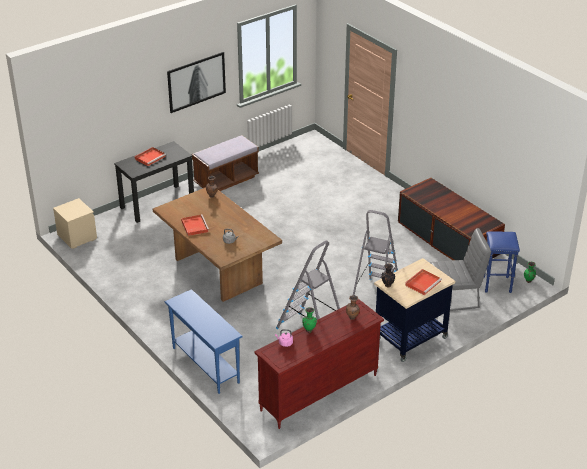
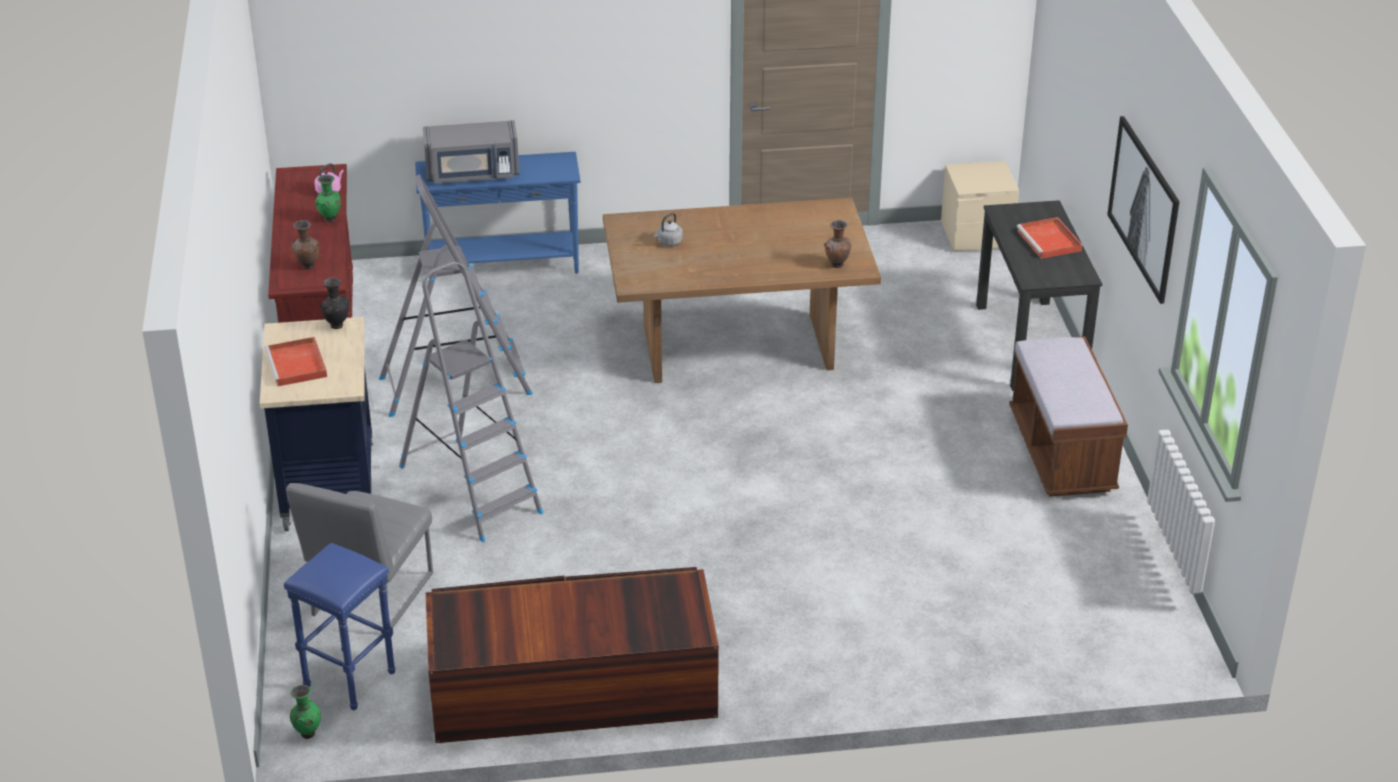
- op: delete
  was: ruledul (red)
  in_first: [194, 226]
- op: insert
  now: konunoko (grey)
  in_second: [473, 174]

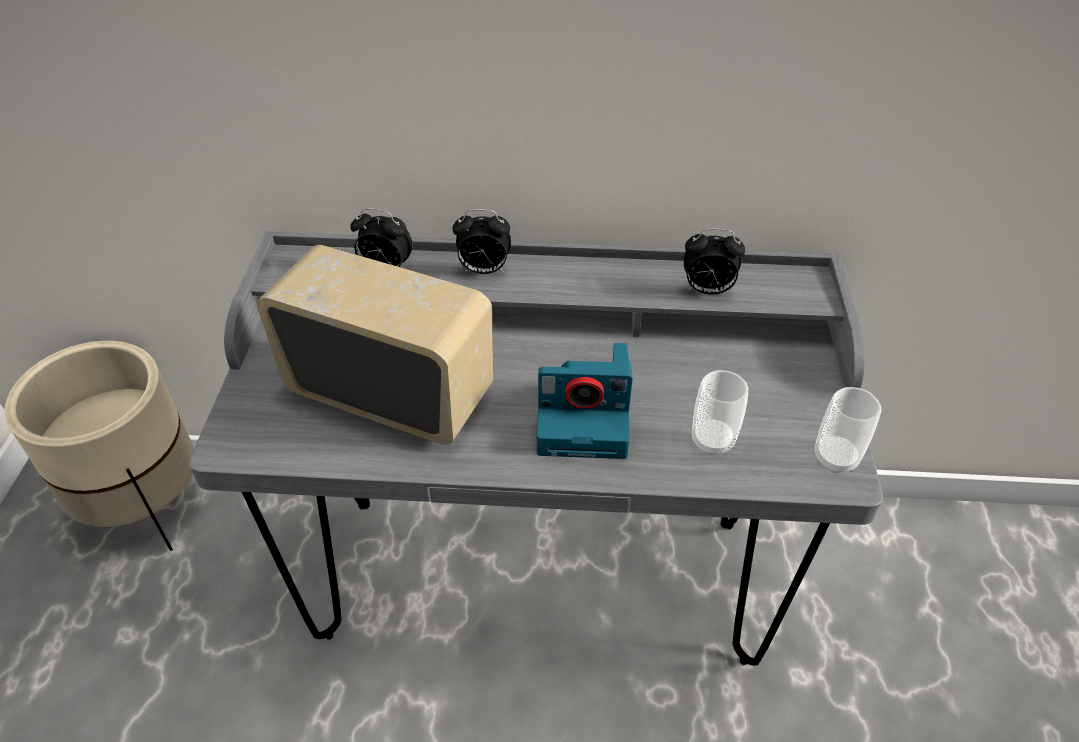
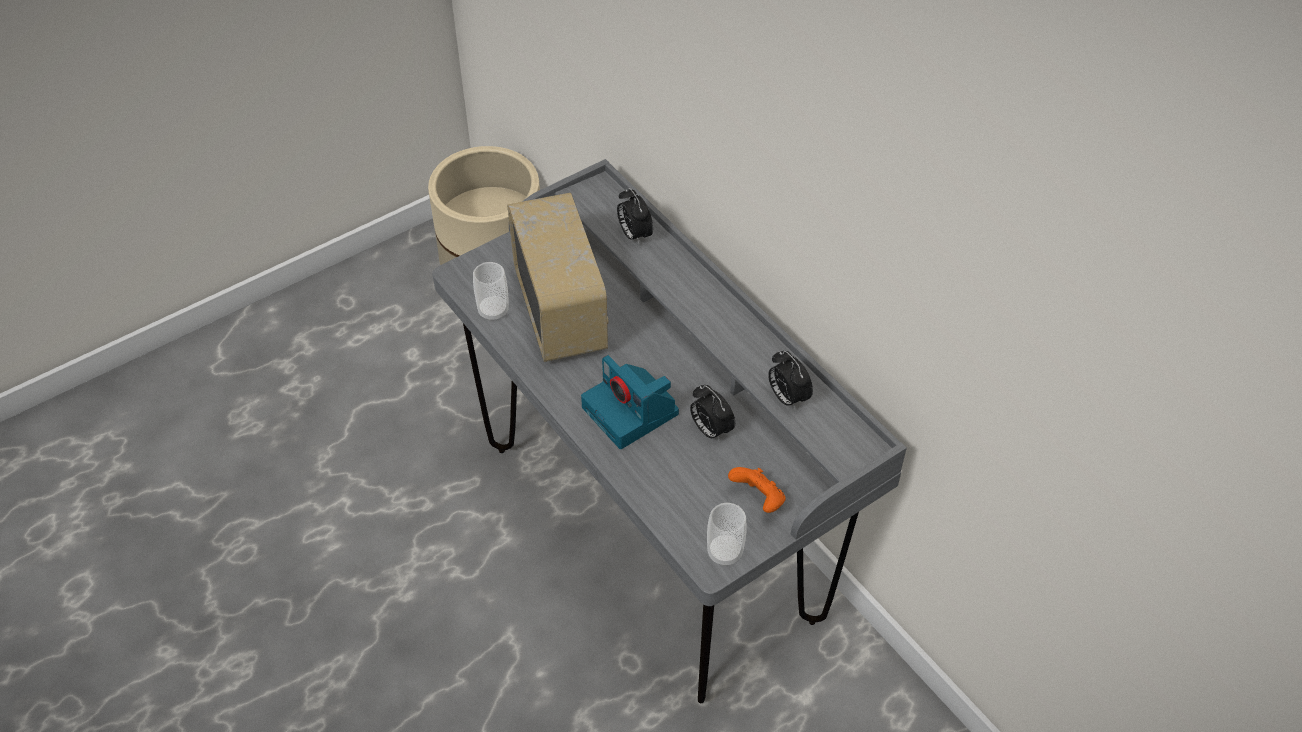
- op: insert
  now: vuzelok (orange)
  in_second: [758, 499]
- op: move
  was: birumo
  in_first: [483, 270]
  in_second: [710, 430]
- op: move
  was: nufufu
  in_first: [712, 441]
  in_second: [493, 311]

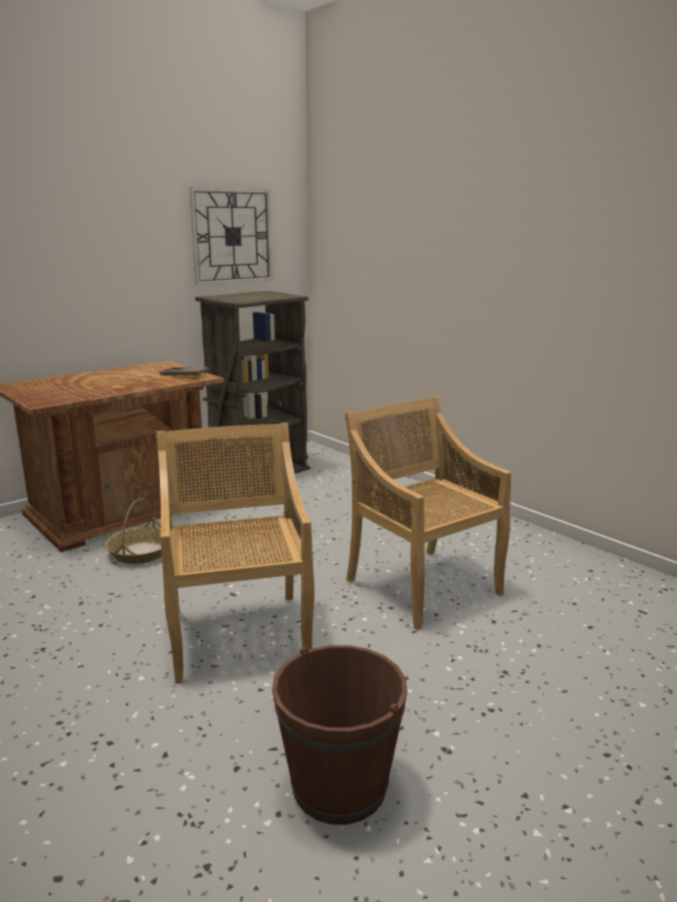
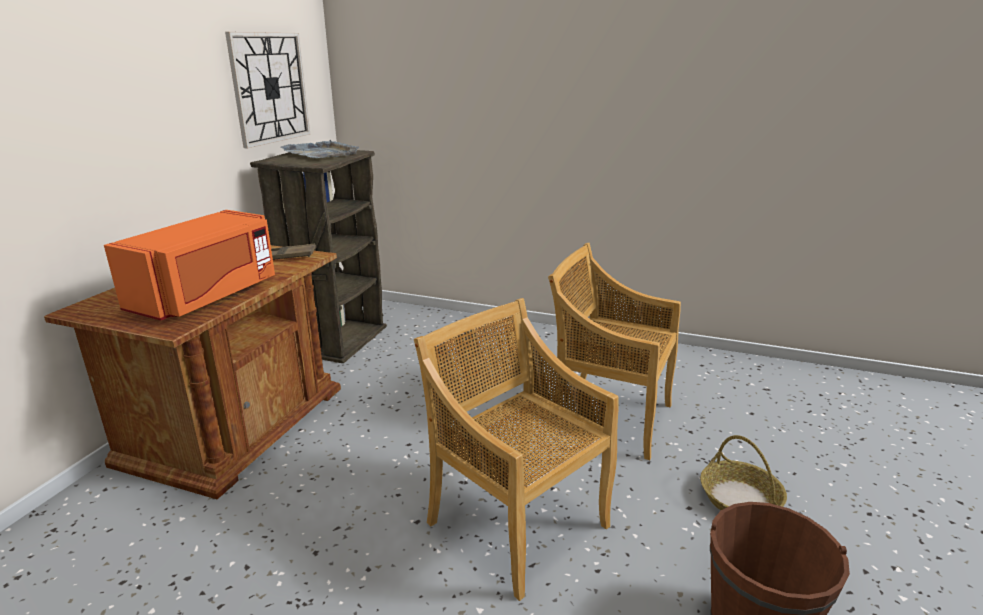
- op: insert
  now: konunoko (orange)
  in_second: [207, 296]
- op: insert
  now: ruledul (grey)
  in_second: [322, 153]
- op: move
  was: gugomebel
  in_first: [140, 552]
  in_second: [739, 498]

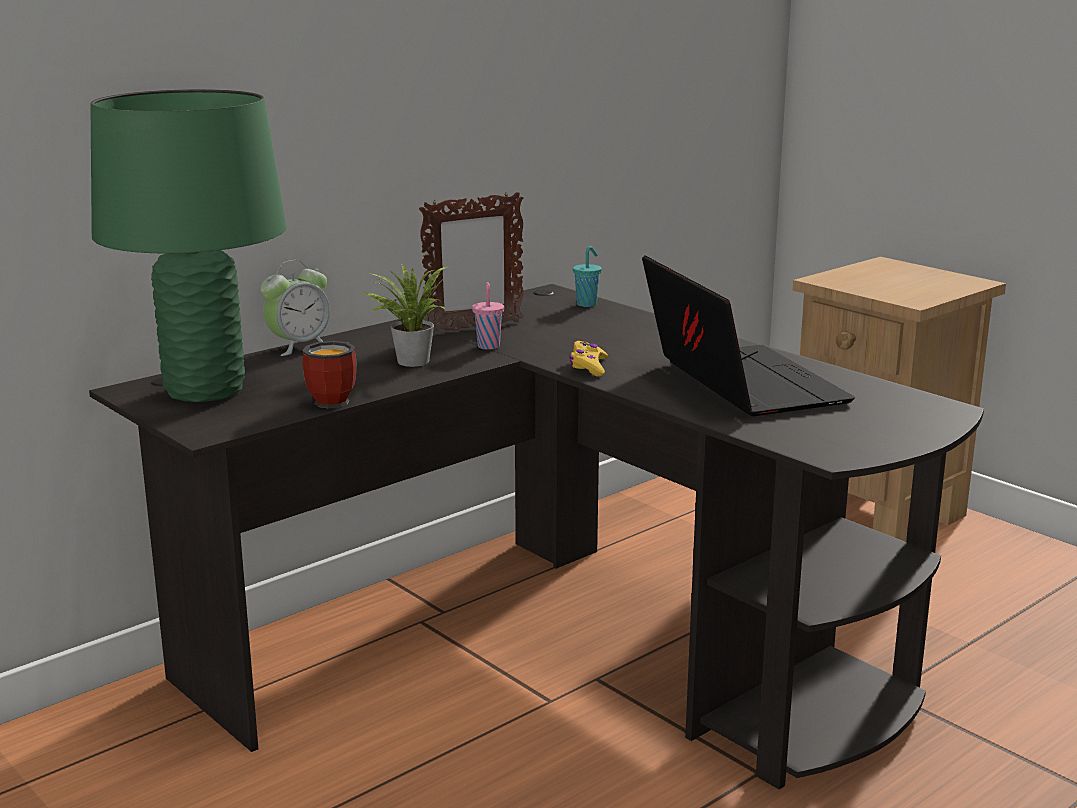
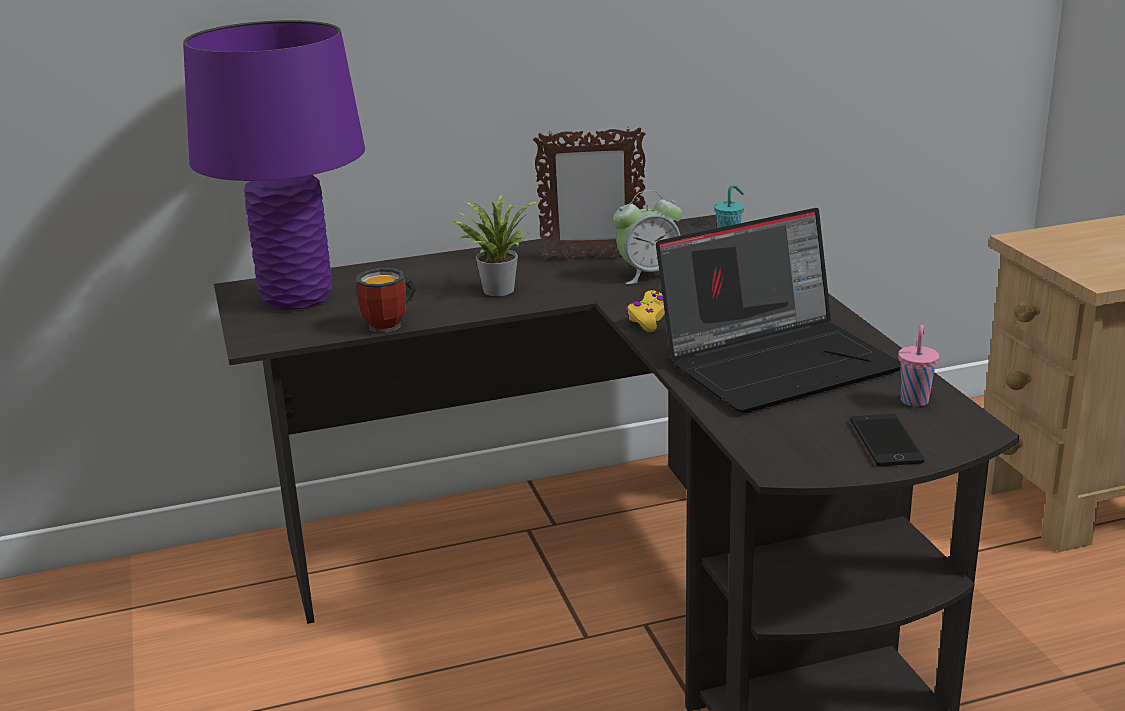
- op: insert
  now: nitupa
  in_second: [886, 441]
- op: move
  was: birumo
  in_first: [299, 346]
  in_second: [648, 274]
- op: move
  was: nufufu (pink)
  in_first: [488, 346]
  in_second: [914, 400]
- op: recolor
  was: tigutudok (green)
  now: tigutudok (purple)
  in_first: [205, 390]
  in_second: [297, 297]
- op: rotate
  was: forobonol
  in_first: [738, 384]
  in_second: [779, 362]
  clockwise: 60

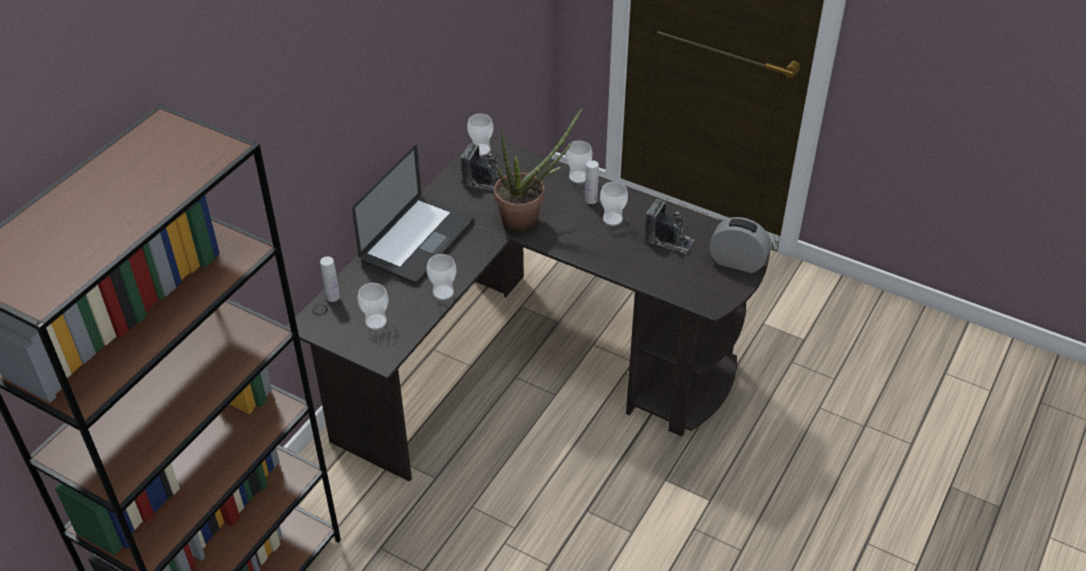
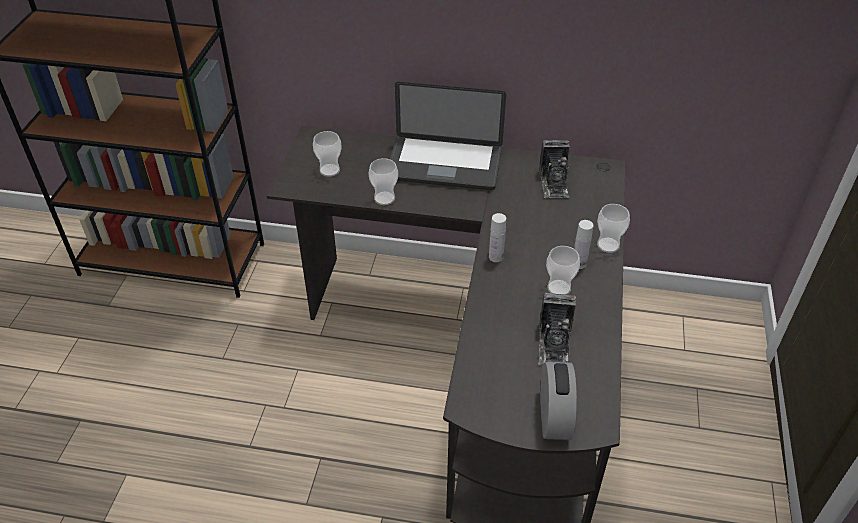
- op: delete
  was: nufufu
  in_first: [481, 150]
- op: delete
  was: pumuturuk
  in_first: [528, 220]
- op: move
  was: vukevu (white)
  in_first: [333, 297]
  in_second: [496, 257]

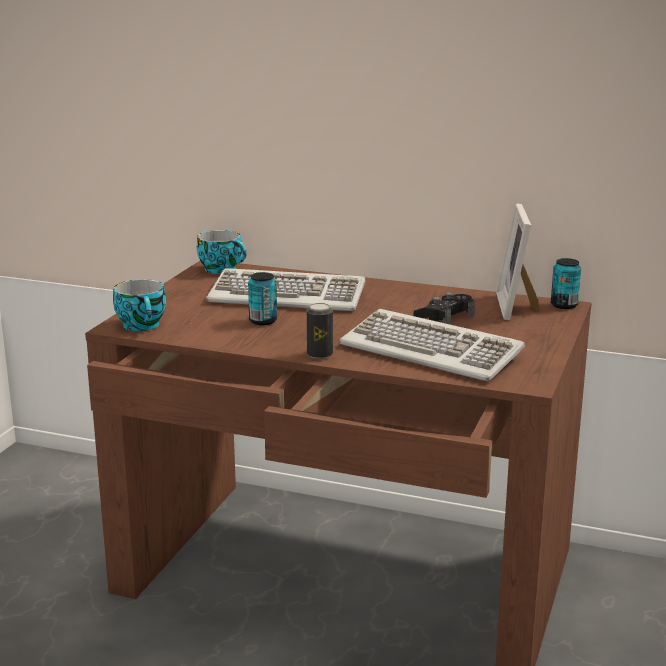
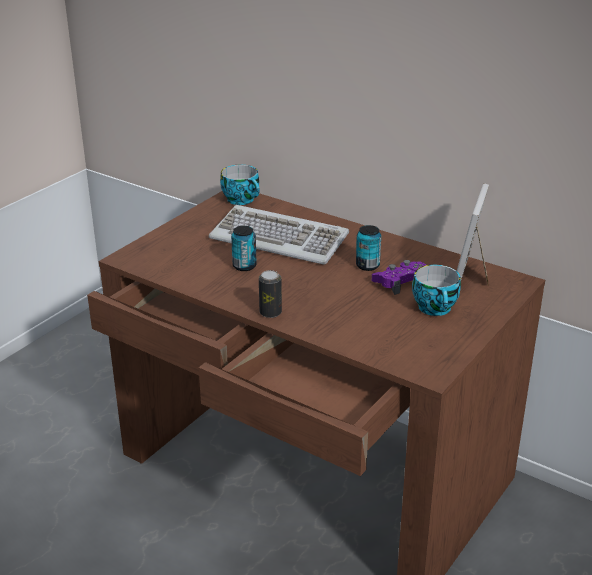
- op: delete
  was: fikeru
  in_first: [431, 351]
- op: move
  was: nufufu
  in_first: [143, 326]
  in_second: [436, 308]
- op: move
  was: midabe
  in_first: [564, 305]
  in_second: [367, 265]
- op: recolor
  was: vuzelok (black)
  now: vuzelok (purple)
  in_first: [444, 317]
  in_second: [400, 282]

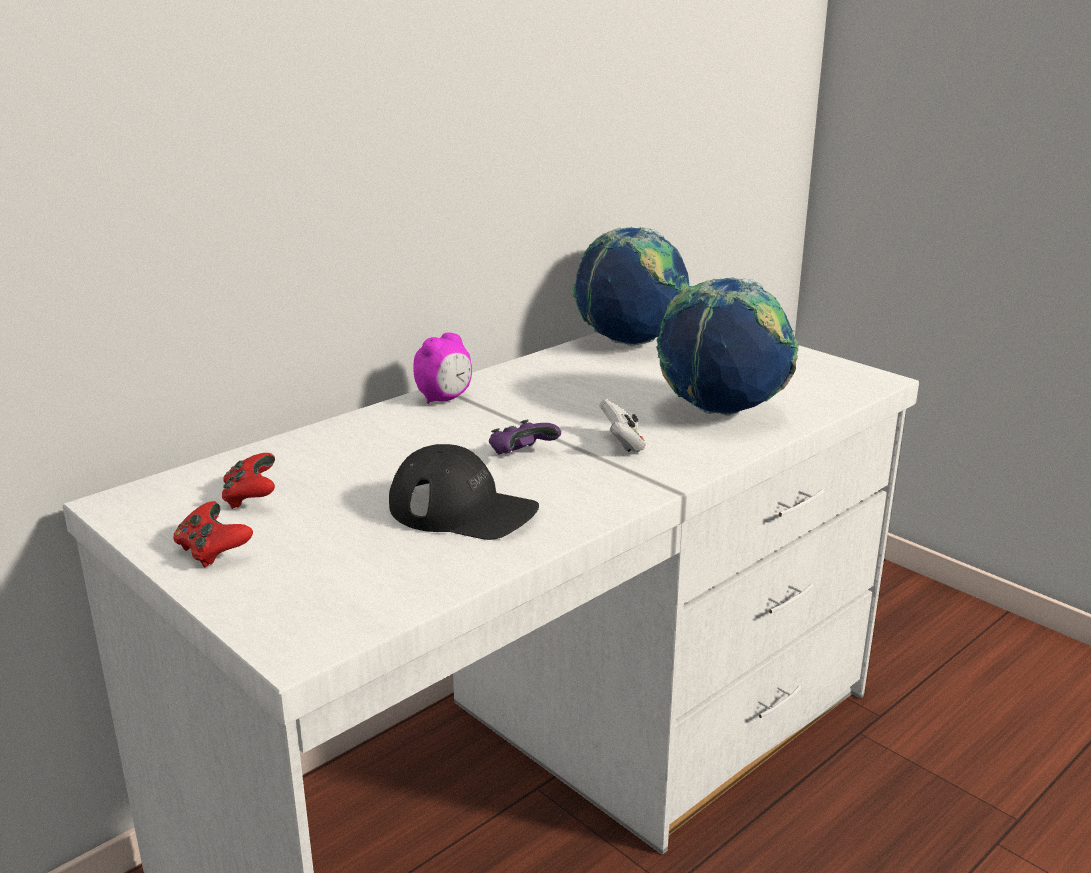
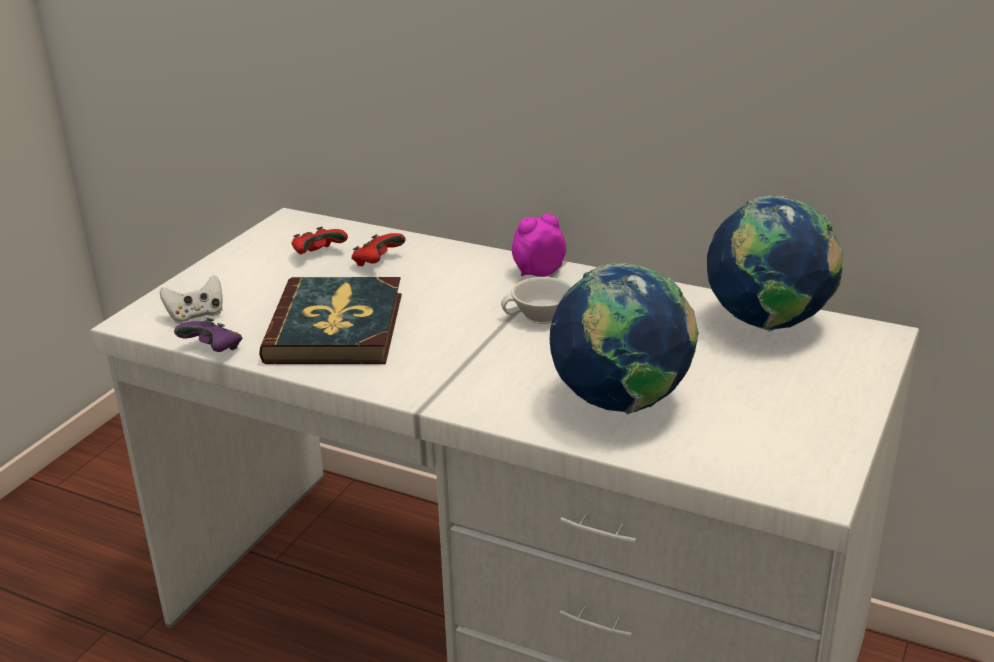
- op: insert
  now: nufufu (white)
  in_second: [541, 316]
- op: move
  was: vuzelok (red)
  in_first: [212, 551]
  in_second: [377, 262]
- op: move
  was: vuzelok (purple)
  in_first: [521, 454]
  in_second: [213, 350]
- op: move
  was: vuzelok (white)
  in_first: [622, 444]
  in_second: [196, 315]
- op: replace
  was: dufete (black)
  now: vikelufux
  in_first: [463, 510]
  in_second: [336, 327]
- op: rotate
  was: birumo
  in_first: [444, 399]
  in_second: [538, 272]
  clockwise: 135

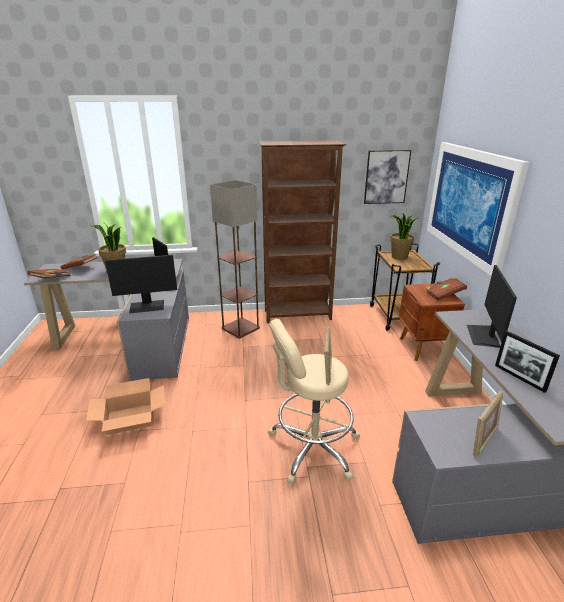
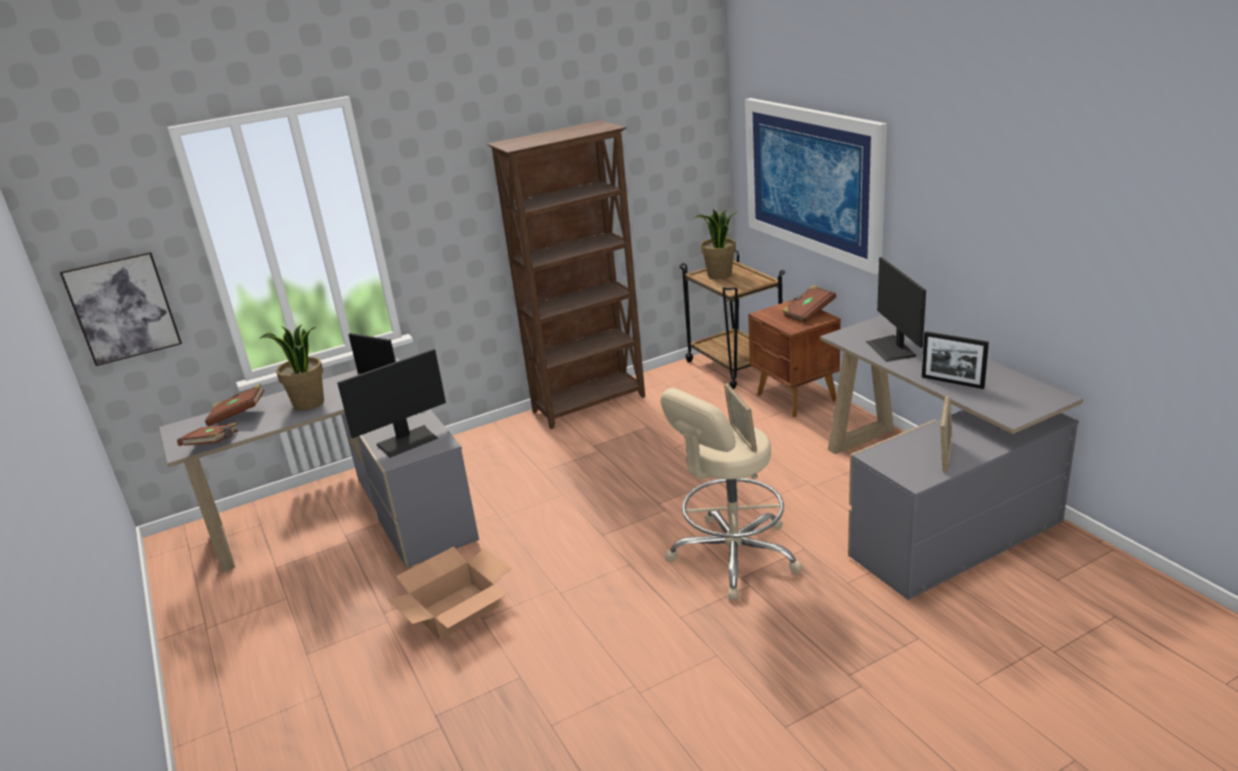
- op: delete
  was: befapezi
  in_first: [240, 328]
- op: move
  was: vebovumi
  in_first: [386, 177]
  in_second: [123, 308]

